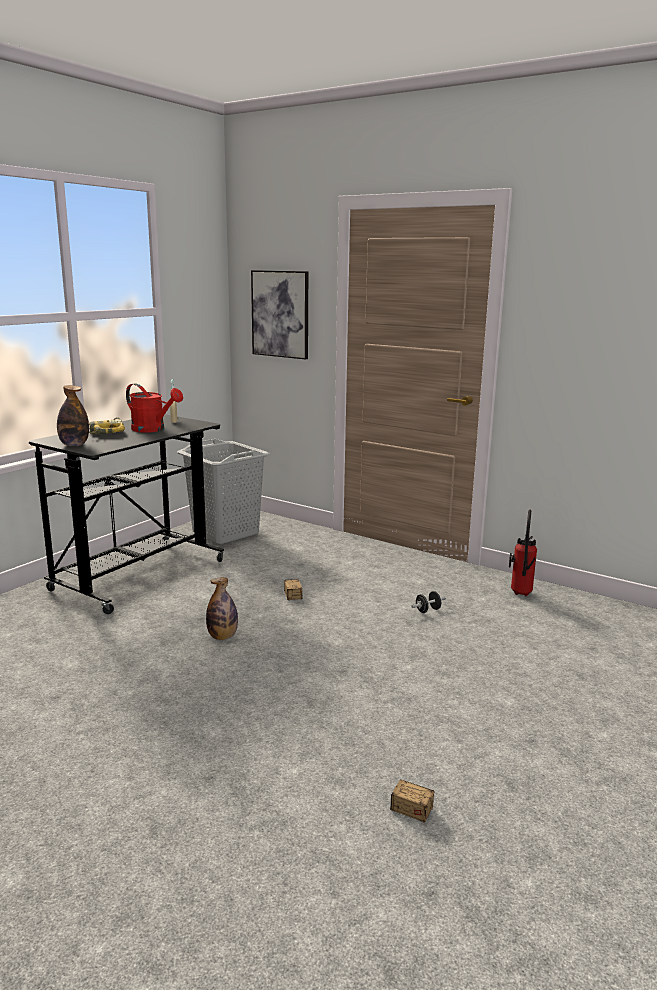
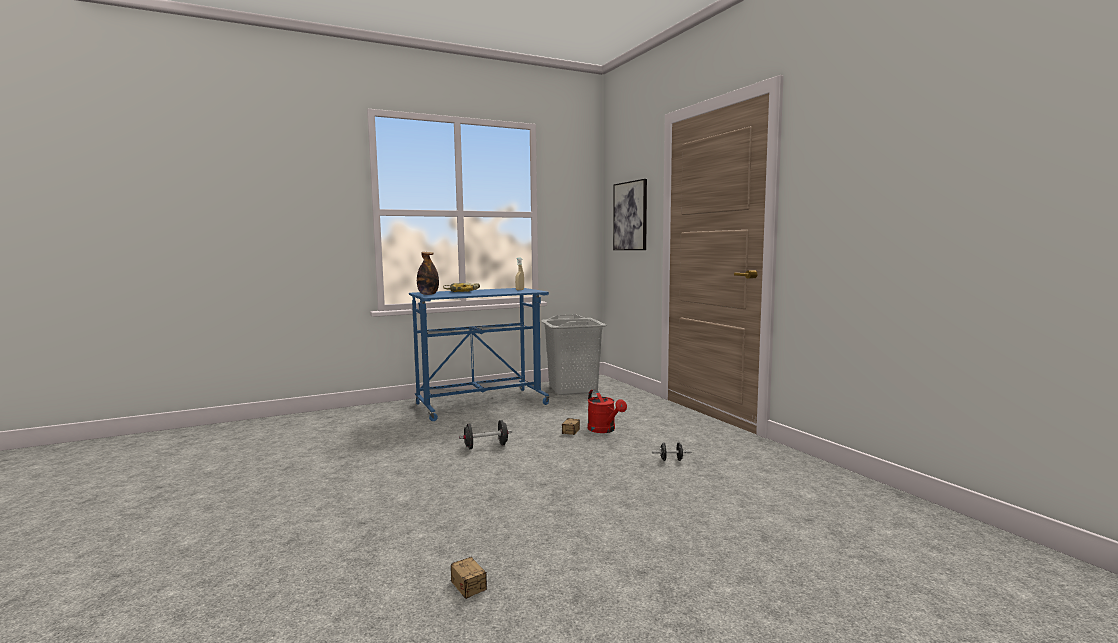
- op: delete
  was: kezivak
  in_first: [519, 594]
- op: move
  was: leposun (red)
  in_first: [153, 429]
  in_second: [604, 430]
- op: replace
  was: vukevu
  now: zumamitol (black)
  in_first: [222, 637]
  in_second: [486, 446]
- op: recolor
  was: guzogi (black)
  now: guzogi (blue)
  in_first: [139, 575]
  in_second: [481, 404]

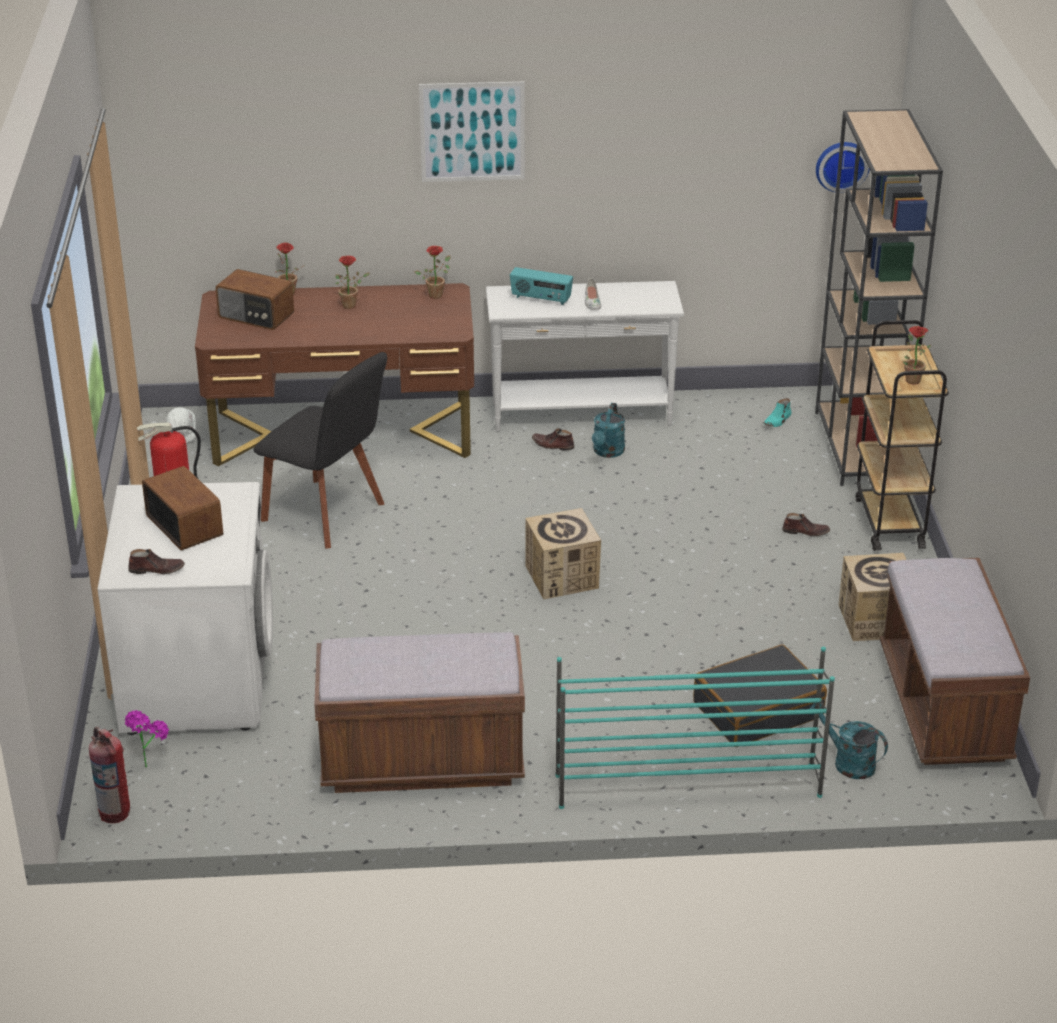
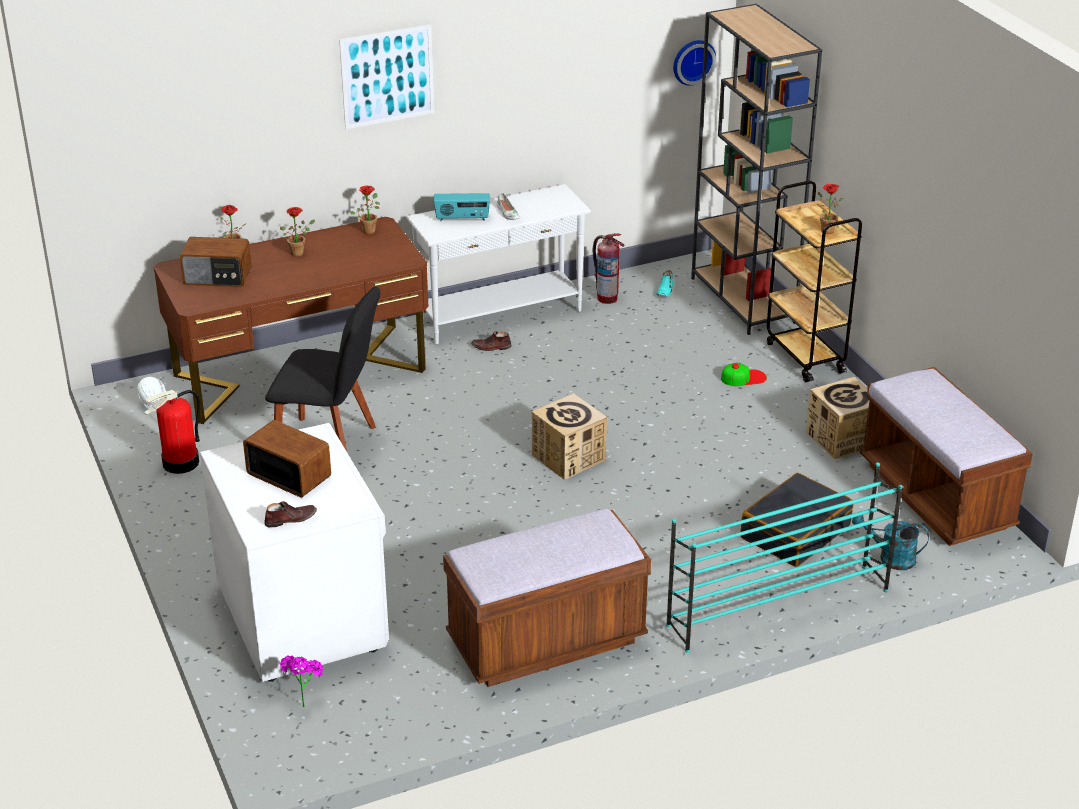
- op: delete
  was: leposun (turquoise)
  in_first: [607, 452]
- op: move
  was: kezivak
  in_first: [115, 812]
  in_second: [607, 298]
- op: replace
  was: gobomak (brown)
  now: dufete
  in_first: [805, 531]
  in_second: [743, 378]

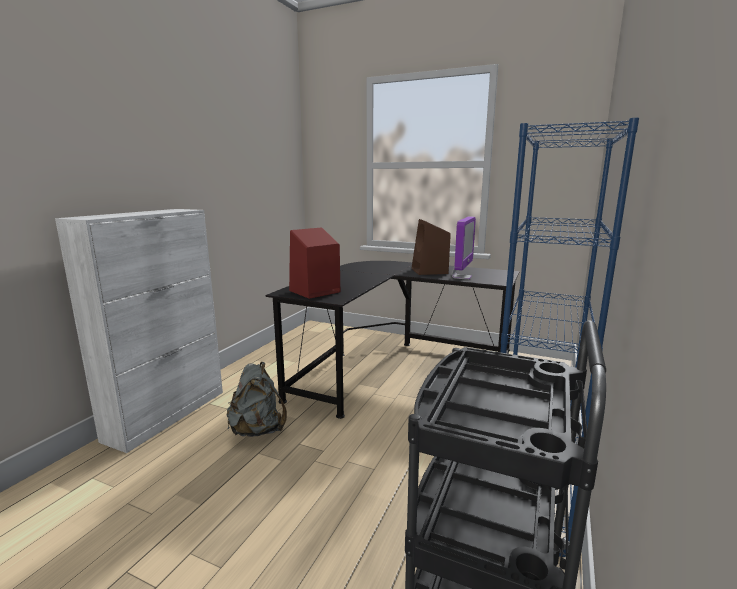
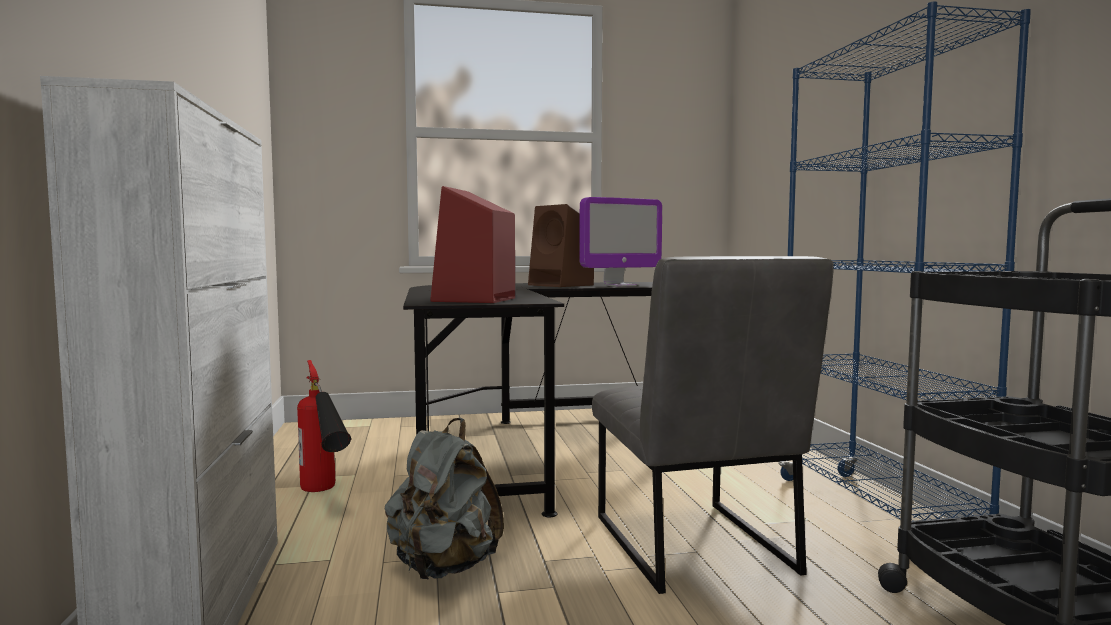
- op: insert
  now: kezivak
  in_second: [325, 496]
- op: insert
  now: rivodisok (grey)
  in_second: [693, 546]
- op: rotate
  was: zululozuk
  in_first: [461, 277]
  in_second: [619, 285]
  clockwise: 75

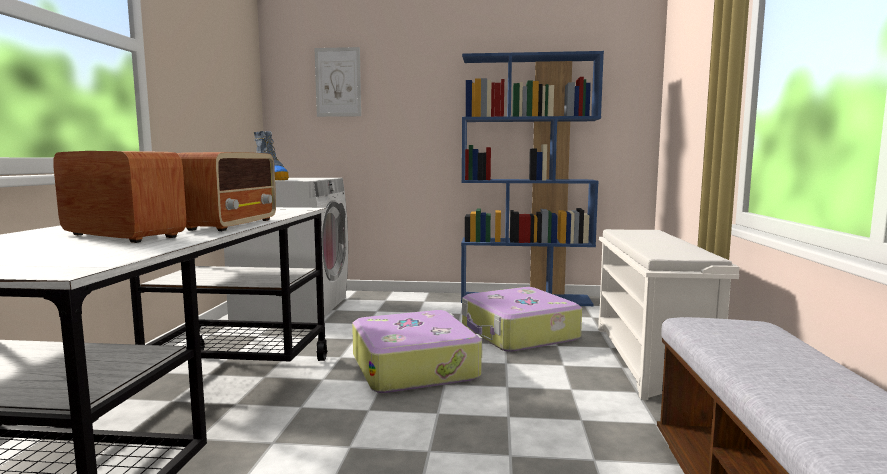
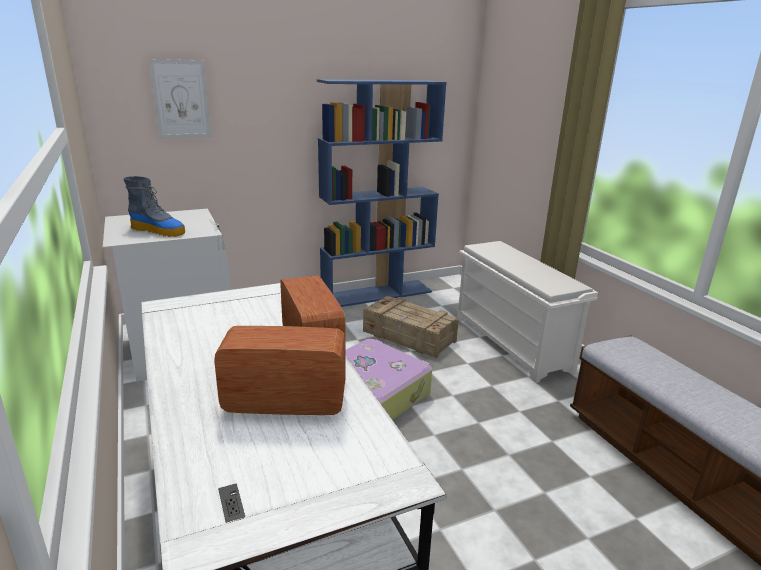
- op: replace
  was: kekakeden
  now: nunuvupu
  in_first: [518, 333]
  in_second: [409, 337]

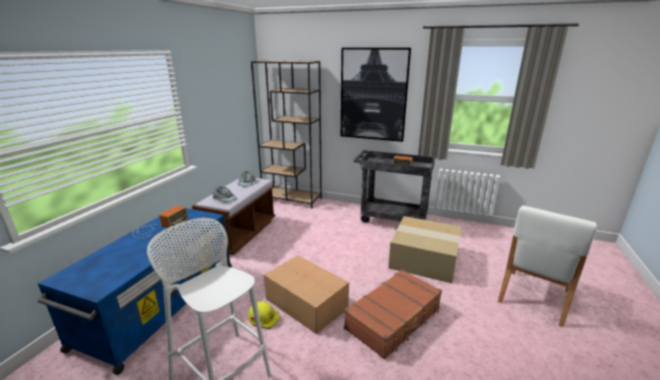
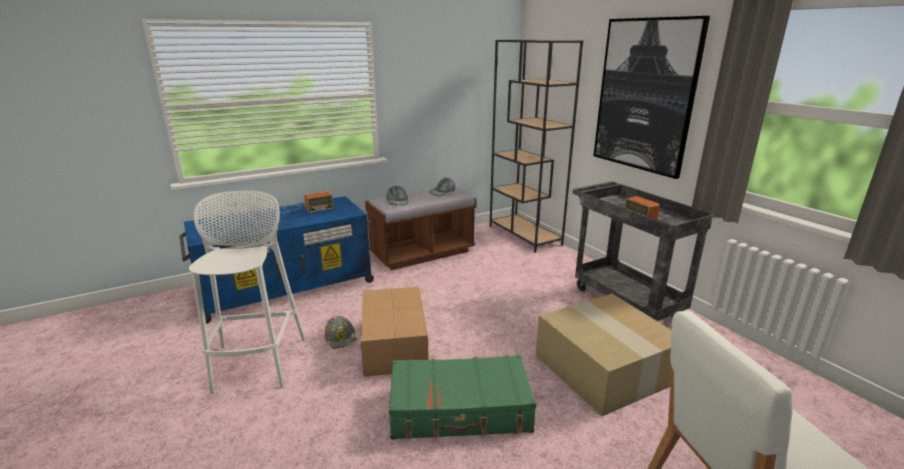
- op: recolor
  was: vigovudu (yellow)
  now: vigovudu (grey)
  in_first: [264, 318]
  in_second: [341, 338]
- op: recolor
  was: kekakeden (brown)
  now: kekakeden (green)
  in_first: [394, 319]
  in_second: [460, 410]

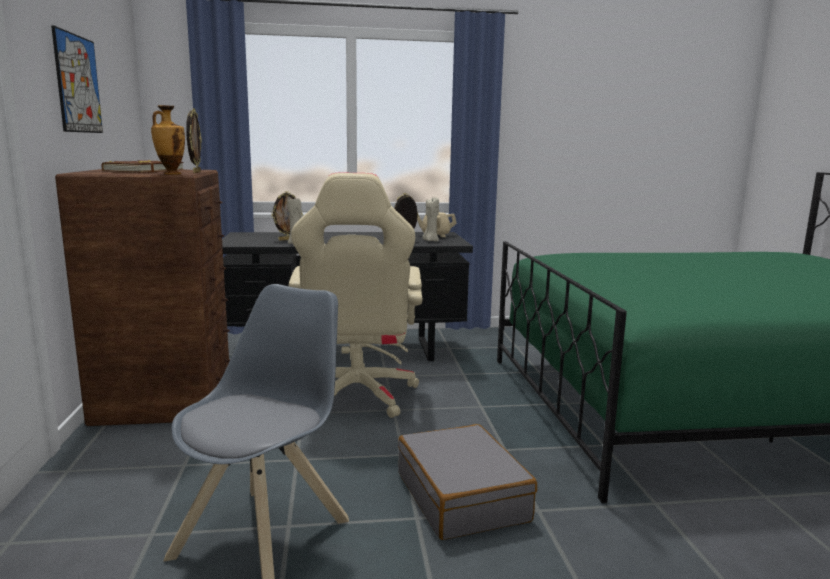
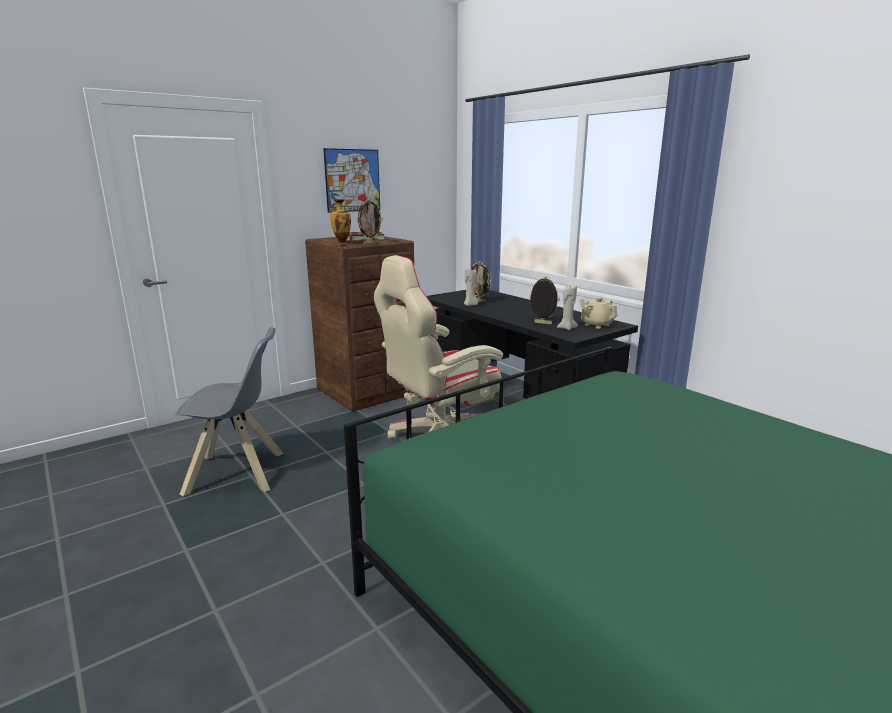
- op: delete
  was: kekakeden (grey)
  in_first: [462, 496]

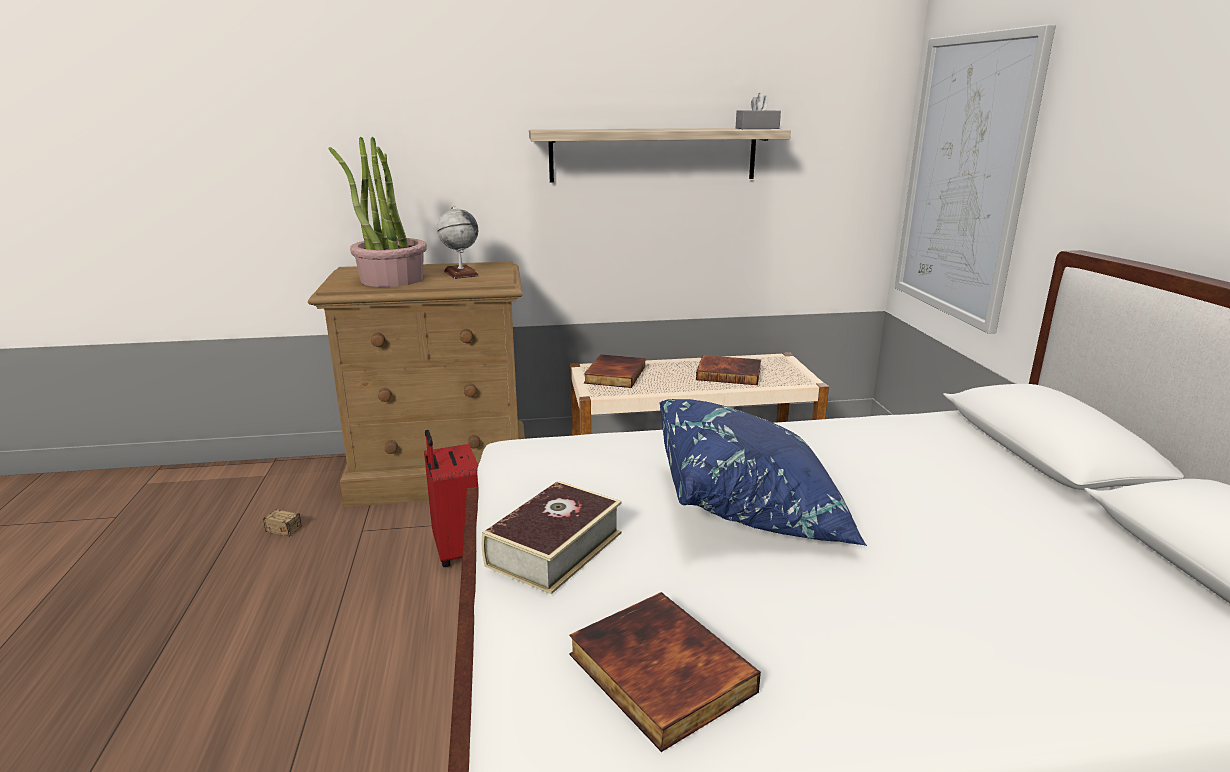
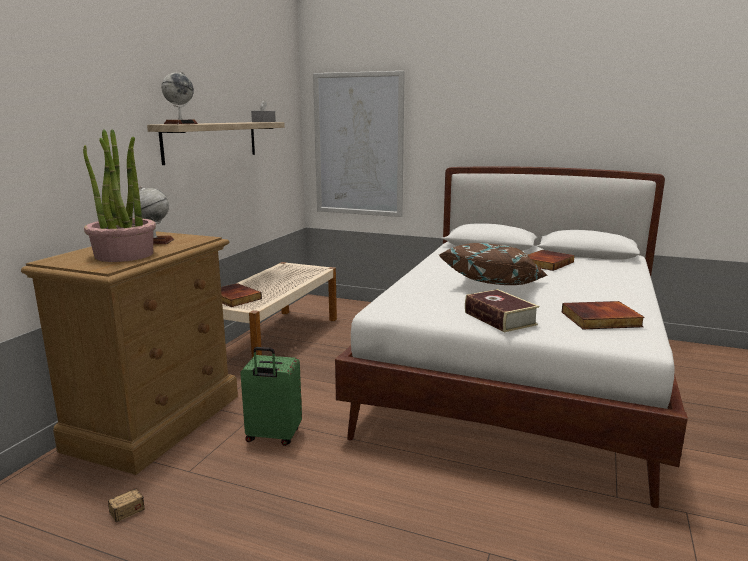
- op: insert
  now: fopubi
  in_second: [181, 124]
- op: move
  was: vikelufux
  in_first: [729, 373]
  in_second: [546, 263]
- op: recolor
  was: kekakeden (red)
  now: kekakeden (green)
  in_first: [457, 551]
  in_second: [273, 436]
- op: recolor
  was: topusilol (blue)
  now: topusilol (brown)
  in_first: [750, 507]
  in_second: [494, 285]

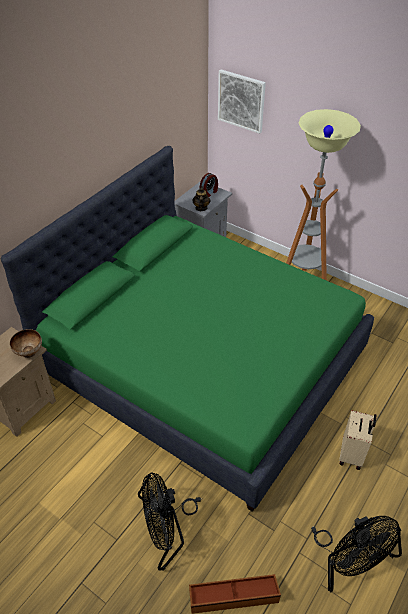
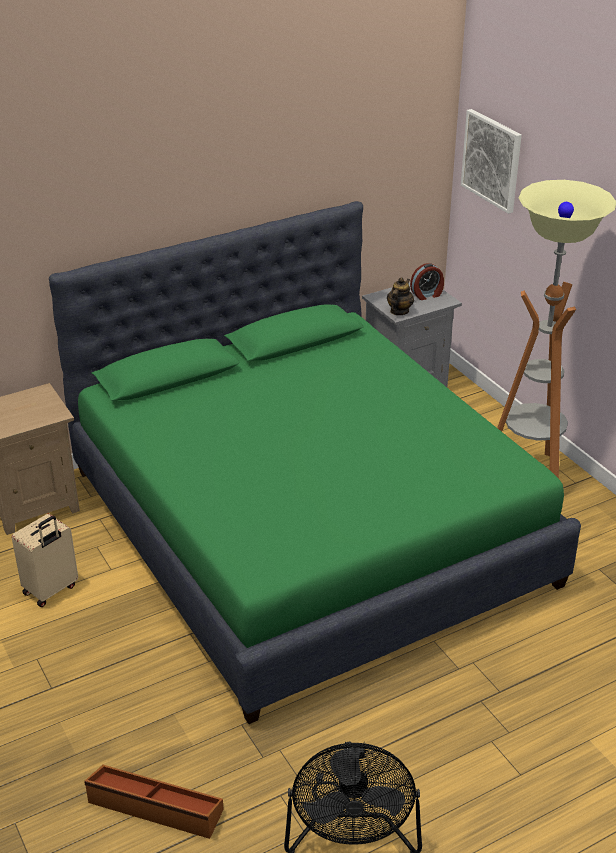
- op: delete
  was: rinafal
  in_first: [29, 352]
- op: delete
  was: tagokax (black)
  in_first: [167, 526]
- op: move
  was: kekakeden (beige)
  in_first: [352, 455]
  in_second: [51, 590]

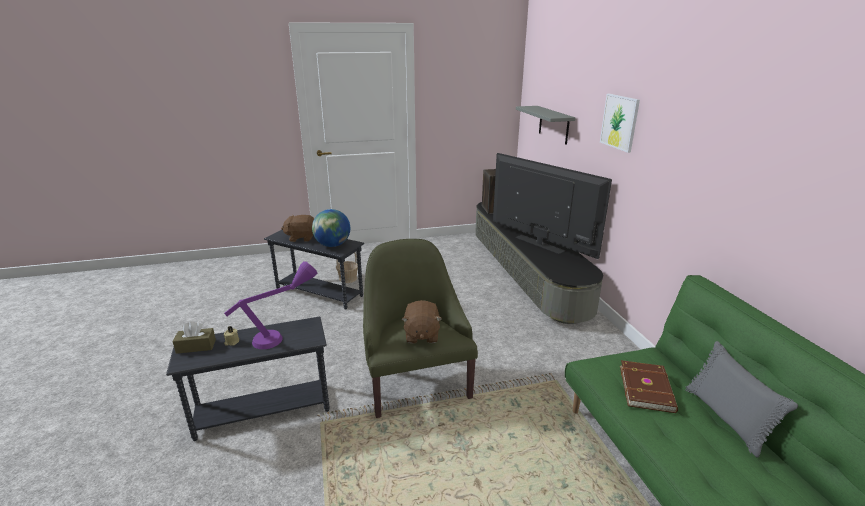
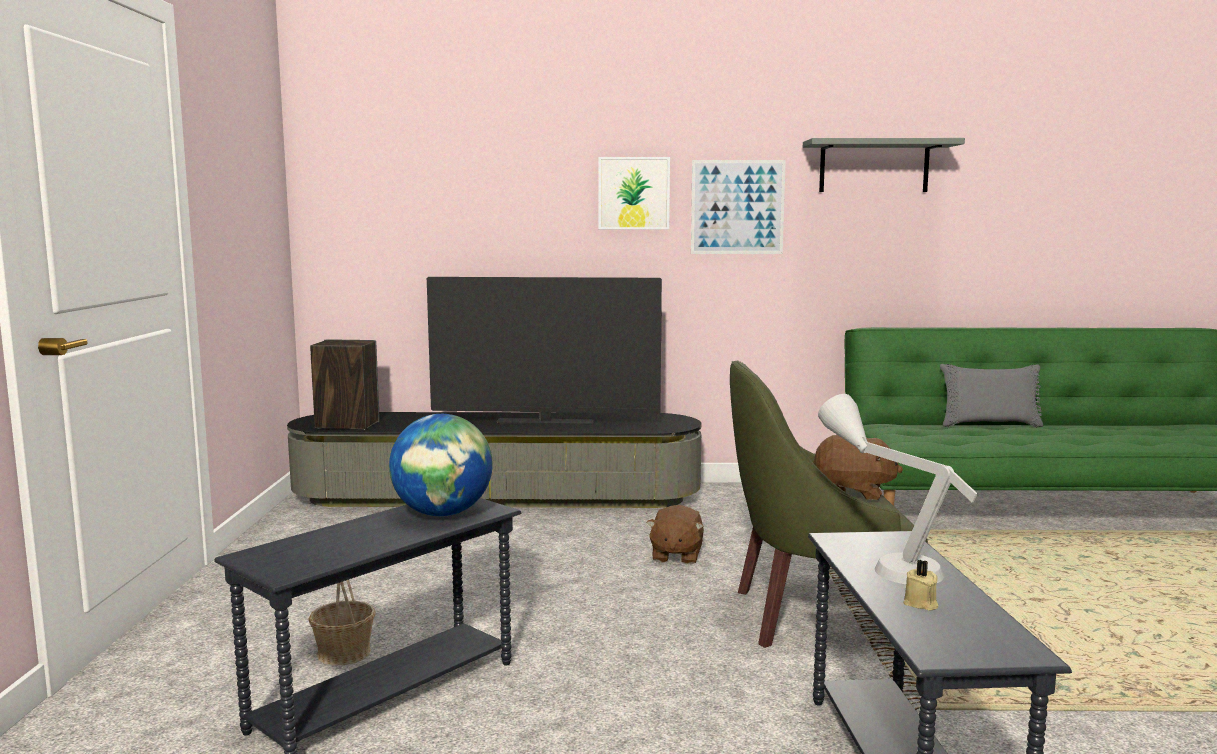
- op: delete
  was: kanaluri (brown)
  in_first: [196, 346]
- op: delete
  was: vikelufux (brown)
  in_first: [647, 388]
- op: insert
  now: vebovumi
  in_second: [737, 207]
- op: move
  was: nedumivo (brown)
  in_first: [301, 238]
  in_second: [675, 556]
- op: move
  was: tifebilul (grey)
  in_first: [553, 124]
  in_second: [874, 166]
- op: recolor
  was: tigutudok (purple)
  now: tigutudok (grey)
  in_first: [282, 334]
  in_second: [885, 560]
- op: rotate
  was: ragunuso
  in_first: [539, 244]
  in_second: [545, 422]
  clockwise: -150

